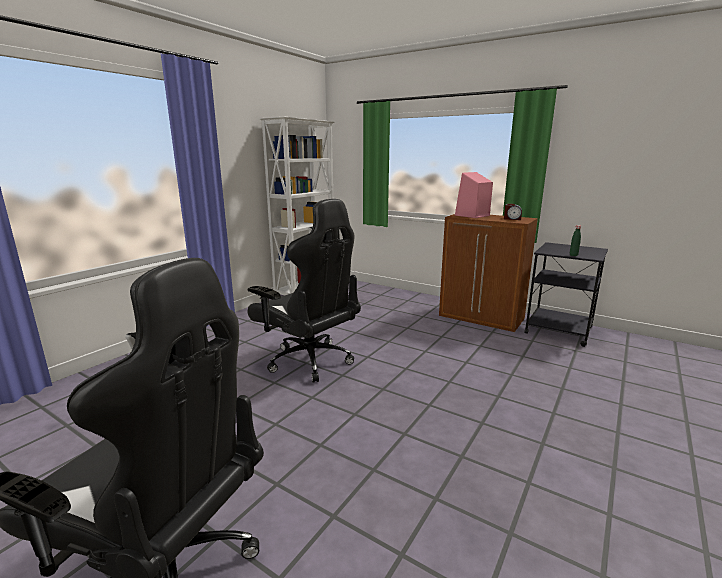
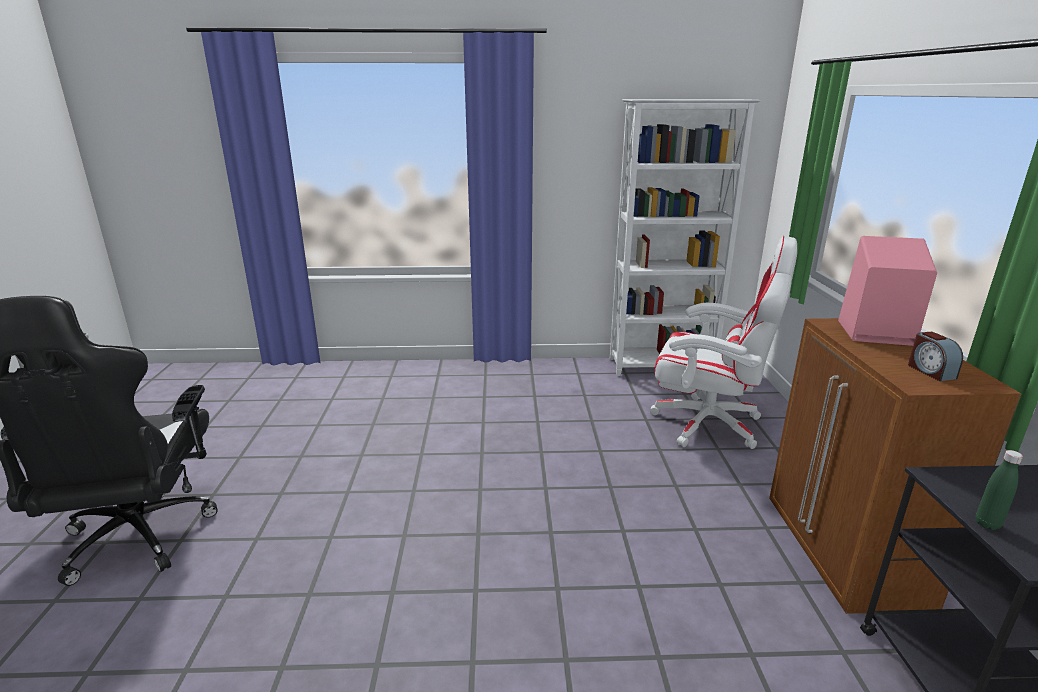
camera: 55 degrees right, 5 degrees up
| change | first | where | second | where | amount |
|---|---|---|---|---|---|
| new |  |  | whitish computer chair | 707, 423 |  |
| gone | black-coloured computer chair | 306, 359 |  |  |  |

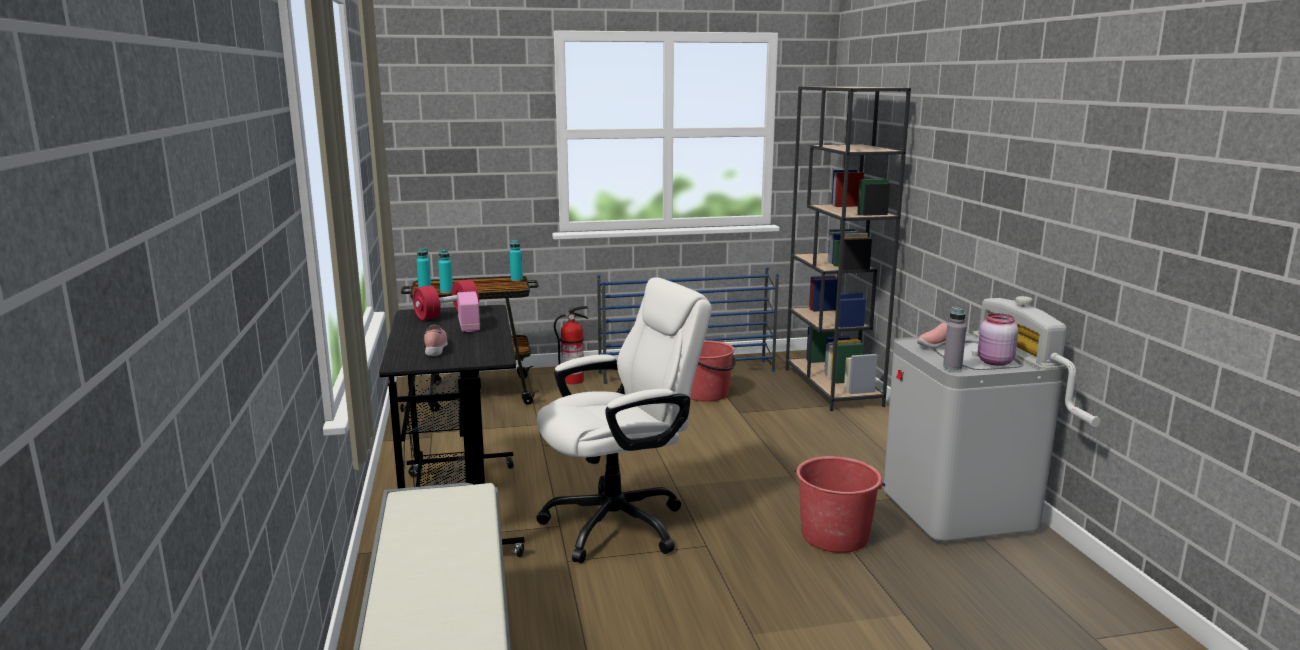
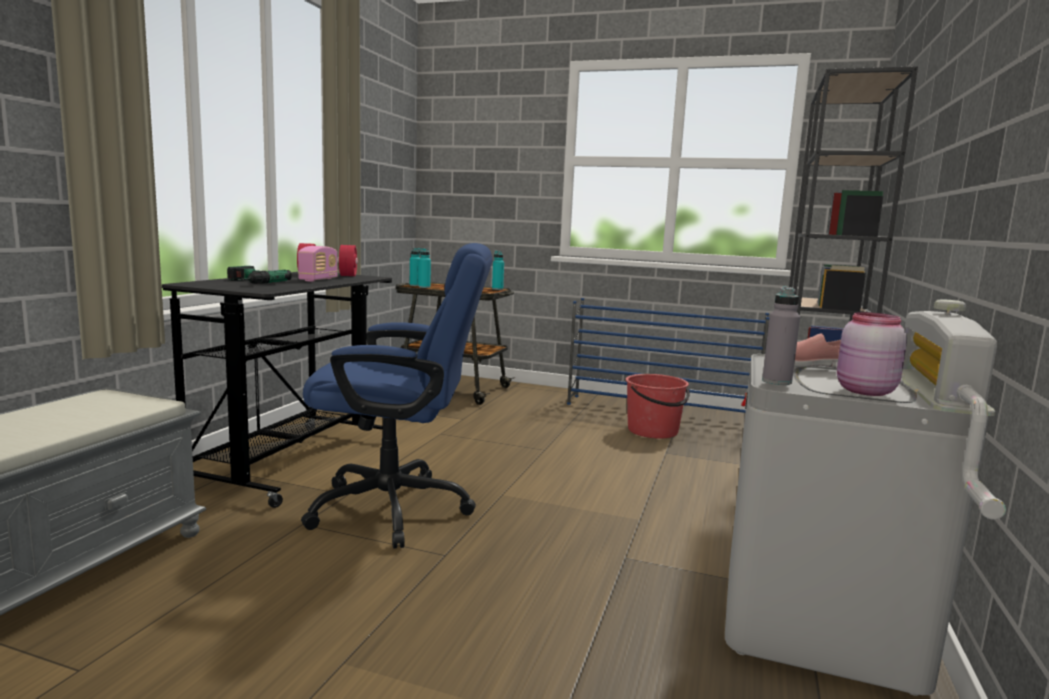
camera: 30 degrees right, 5 degrees down
| change | first | where | second | where | amount |
|---|---|---|---|---|---|
| swapped | pinkish shoe | 436, 348 | power drill | 247, 282 |  |
| repainted | whitish computer chair | 621, 524 | blue computer chair | 399, 510 |  |
| gone | fire-fighting cylinder | 574, 380 |  |  |  |
| gone | reddish pail | 834, 535 |  |  |  |

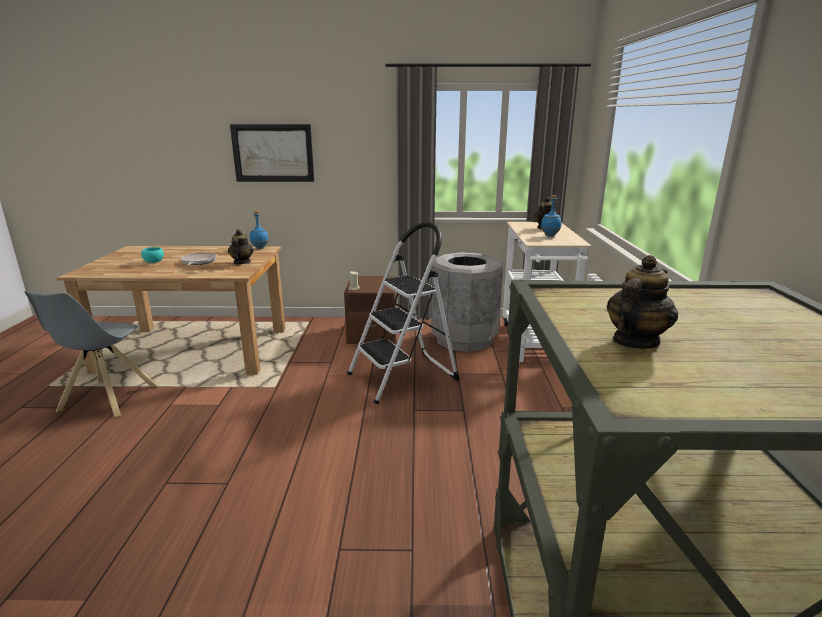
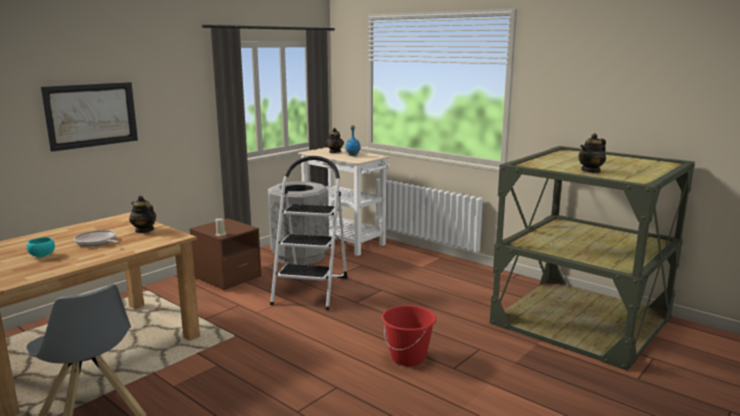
camera: 50 degrees left, 5 degrees down
| change | first | where | second | where | amount |
|---|---|---|---|---|---|
| new |  |  | reddish pail | 408, 357 |  |
| rotated | pot for tea | 634, 341 |  | 591, 170 | 120 degrees counterclockwise |
| gone | blue beverage bottle | 260, 248 |  |  |  |

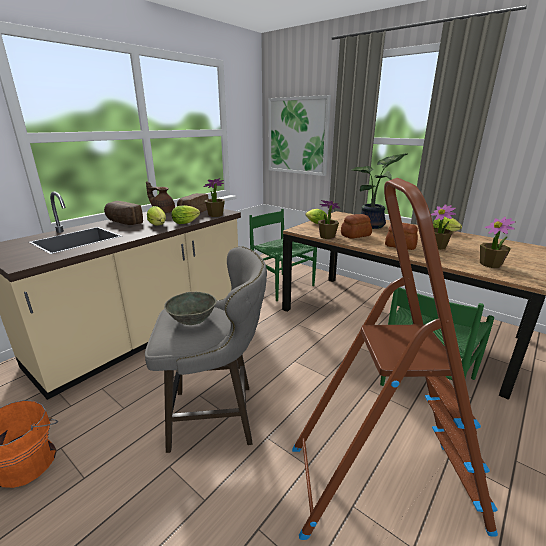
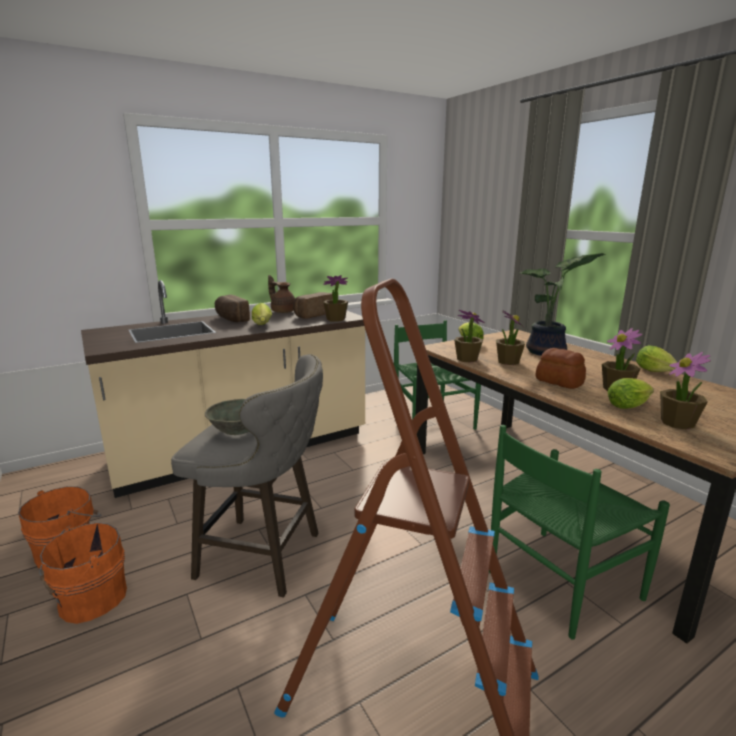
camera: 20 degrees right, 5 degrees down
| change | first | where | second | where | amount |
|---|---|---|---|---|---|
| new |  |  | orangey pail | 89, 599 |  |
| swapped | bakery bread | 355, 235 | plant in a pot | 508, 361 |  |
| shifted | head of lettuce | 187, 222 |  | 629, 406 |  |
| gone | picture | 298, 136 |  |  |  |

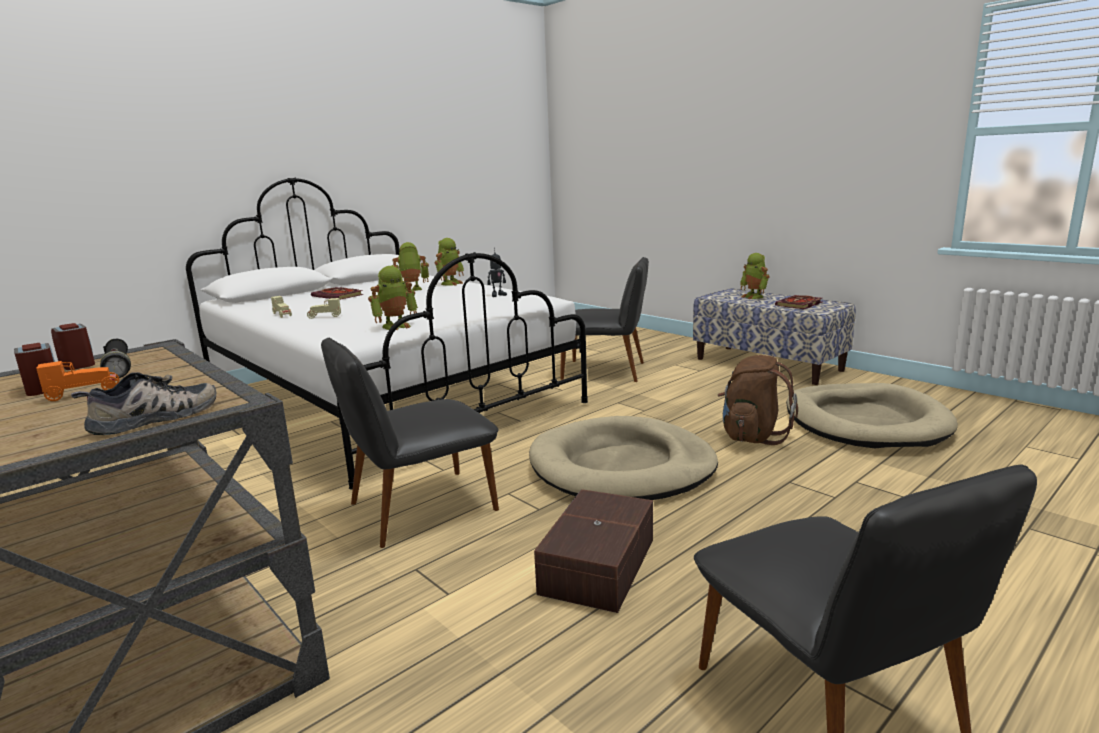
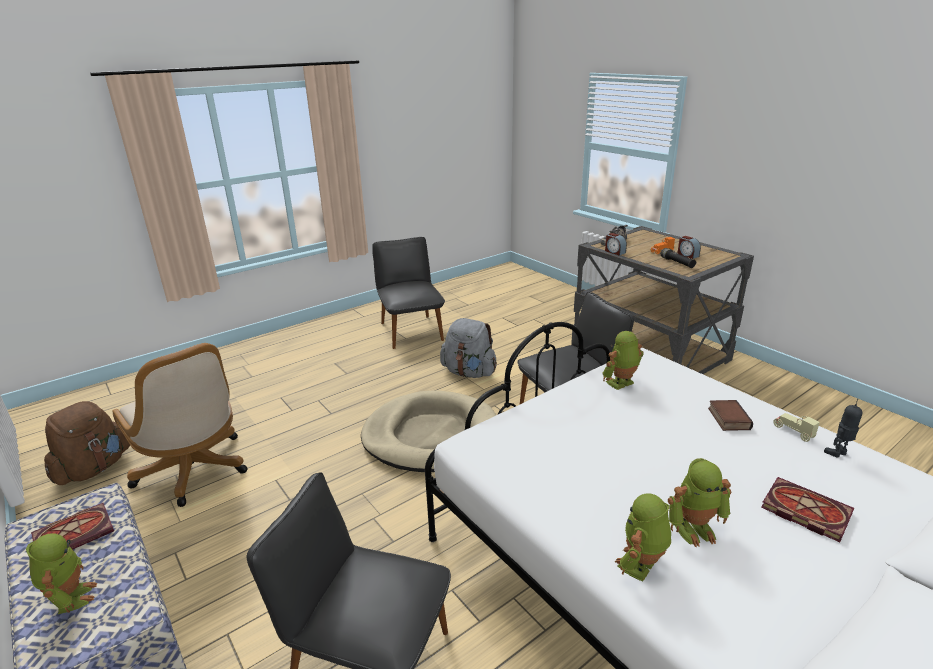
camera: 175 degrees left, 10 degrees up
| change | first | where | second | where | amount |
|---|---|---|---|---|---|
| shifted | brown-coloured rucksack | 752, 436 |  | 94, 468 |  |
| swapped | beige-coloured dog bed | 864, 422 | computer chair | 196, 472 |  |
| swapped | brown-coloured storage container | 595, 566 | greyish rucksack | 469, 372 |  |
| shifted | alarm clock | 77, 363 |  | 614, 252 |  |
| swapped | beige-coloured model car | 324, 316 | bound book | 727, 418 |  |
| shifted | model robot | 497, 295 |  | 838, 453 |  |

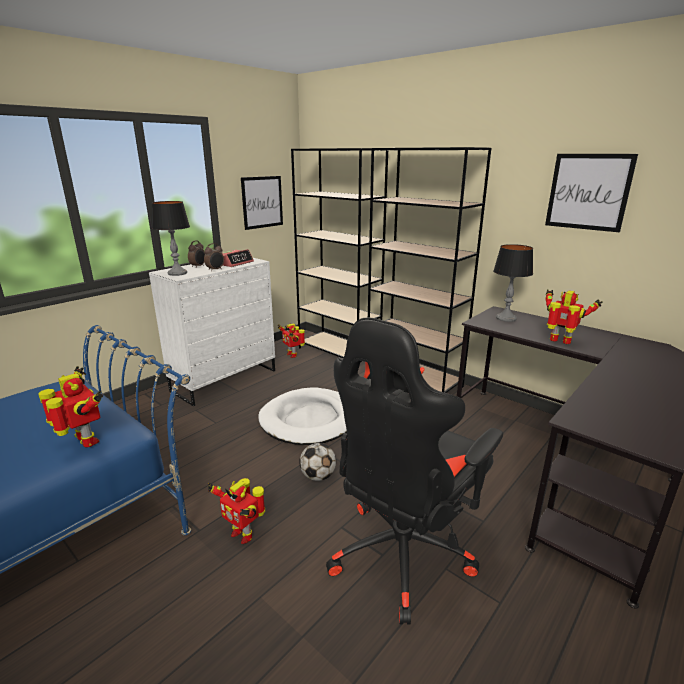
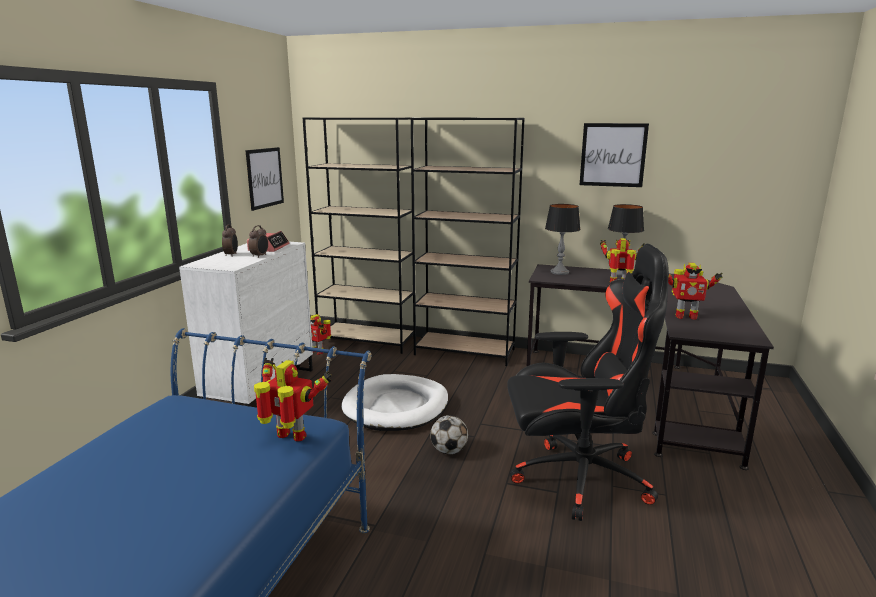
camera: 25 degrees left, 5 degrees down
| change | first | where | second | where | amount |
|---|---|---|---|---|---|
| rotated | black-coloured computer chair | 408, 546 |  | 571, 480 | 105 degrees counterclockwise |
| shifted | tabletop lamp | 177, 273 |  | 621, 273 |  |
| shifted | model robot | 243, 534 |  | 685, 316 |  |

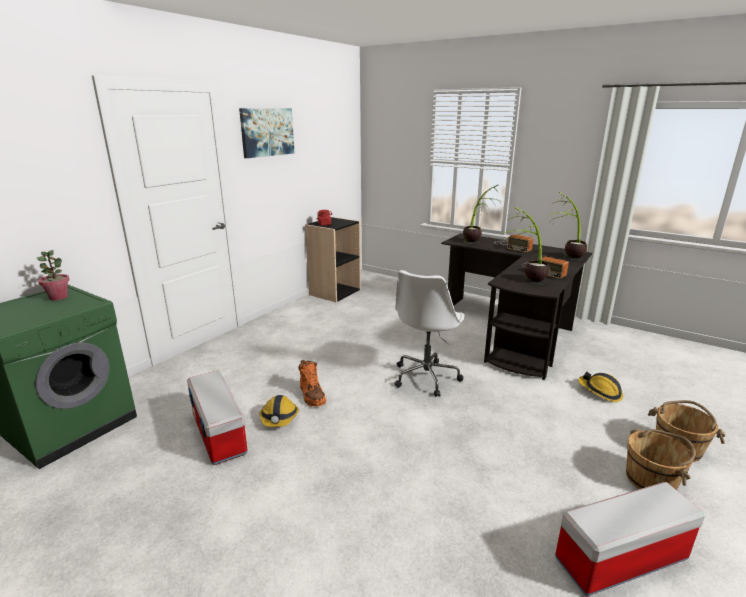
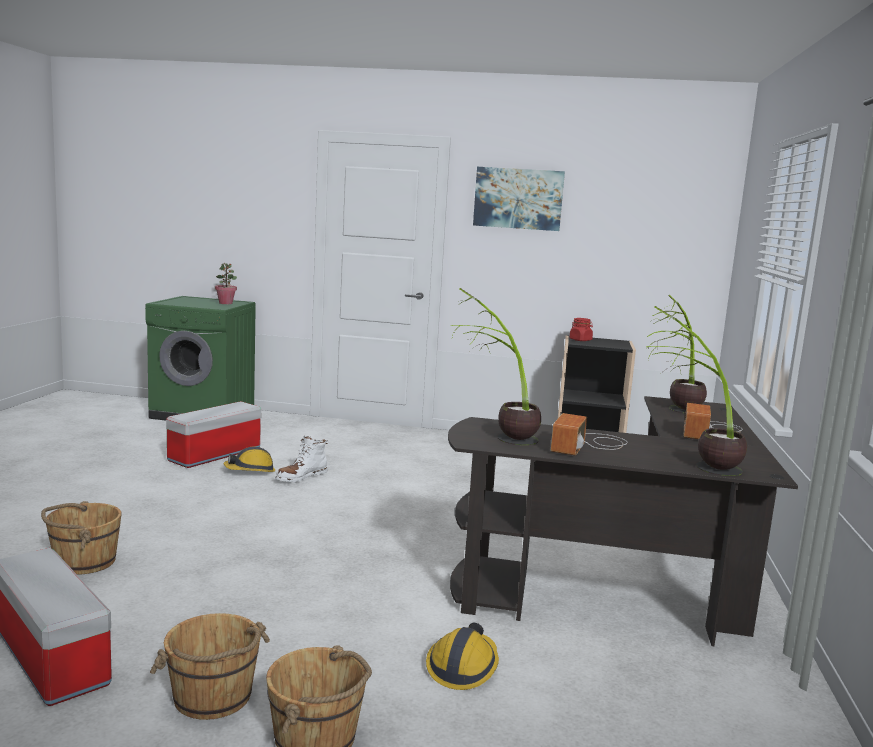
camera: 65 degrees right, 10 degrees down
| change | first | where | second | where | amount |
|---|---|---|---|---|---|
| new |  |  | brown-coloured pail | 84, 562 |  |
| repainted | orangey tall boot | 312, 395 | whitish tall boot | 301, 477 |  |
| gone | whitish computer chair | 425, 378 |  |  |  |

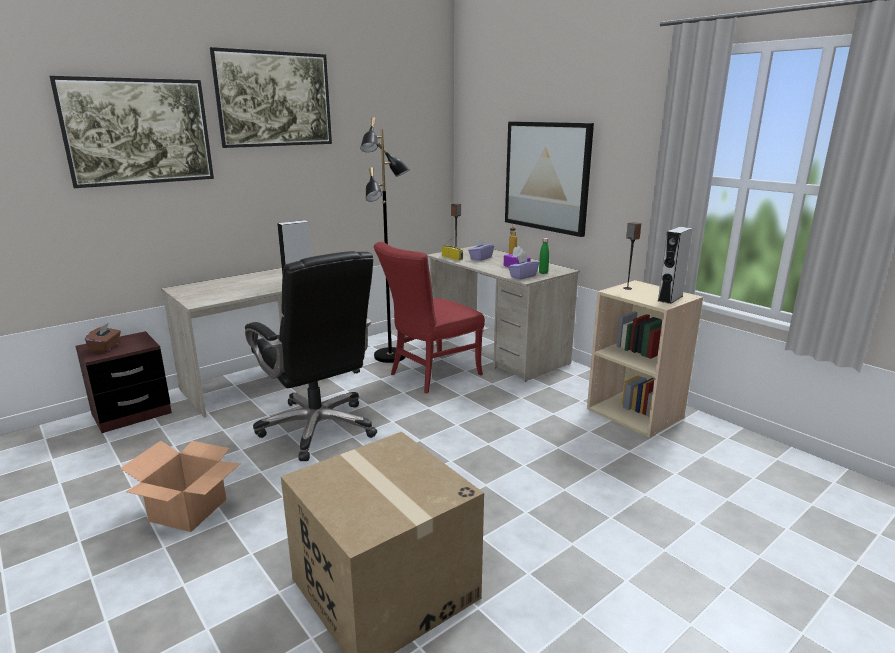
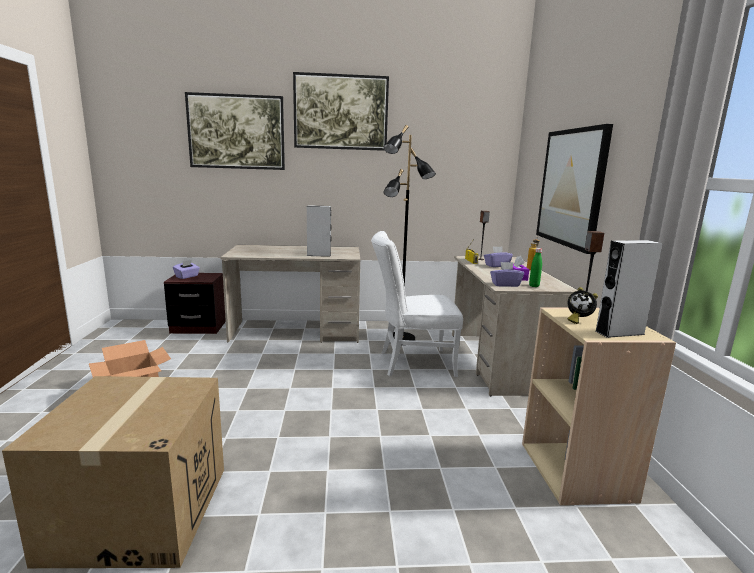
camera: 35 degrees right, 5 degrees down
| change | first | where | second | where | amount |
|---|---|---|---|---|---|
| repainted | brown-coloured box of tissues | 106, 348 | purple-coloured box of tissues | 187, 276 |  |
| repainted | reddish chair | 430, 375 | whitish chair | 411, 363 |  |
| new |  |  | alarm clock | 578, 320 |  |
| gone | black-coloured computer chair | 318, 428 |  |  |  |

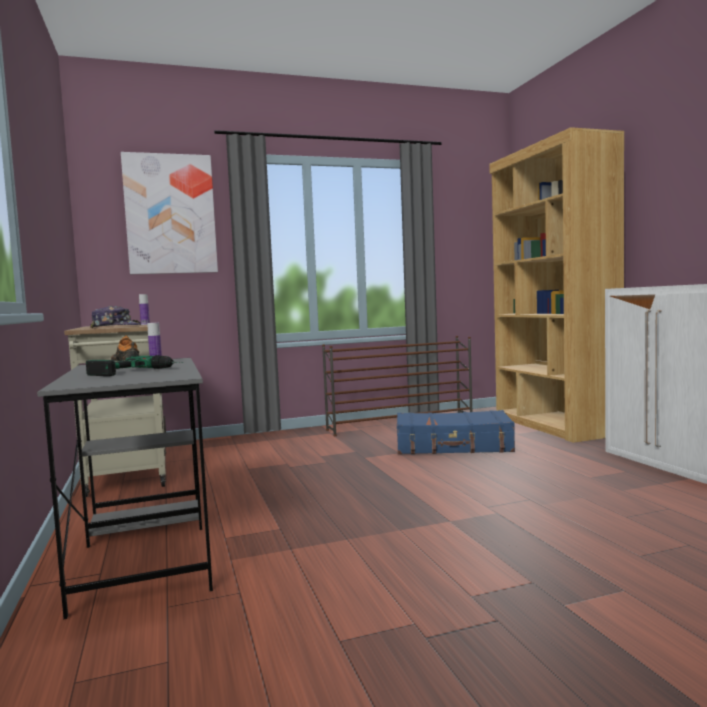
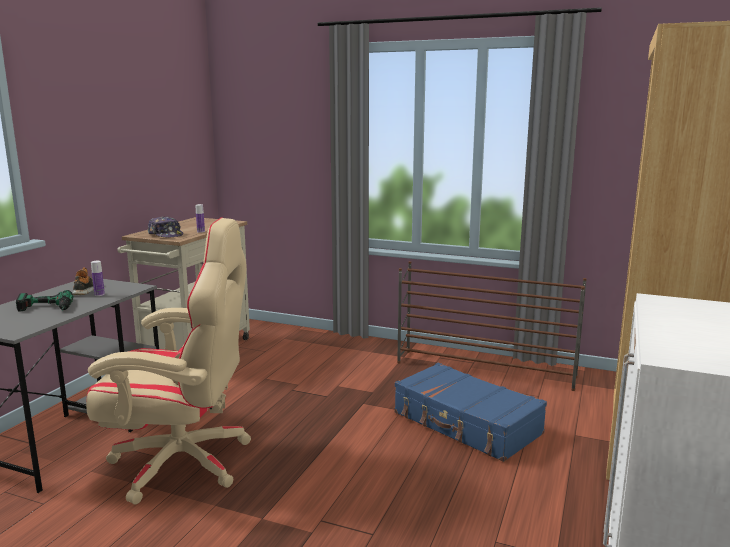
camera: 40 degrees right, 10 degrees up
| change | first | where | second | where | amount |
|---|---|---|---|---|---|
| new |  |  | beige-coloured computer chair | 180, 463 |  |
| gone | picture | 170, 214 |  |  |  |

